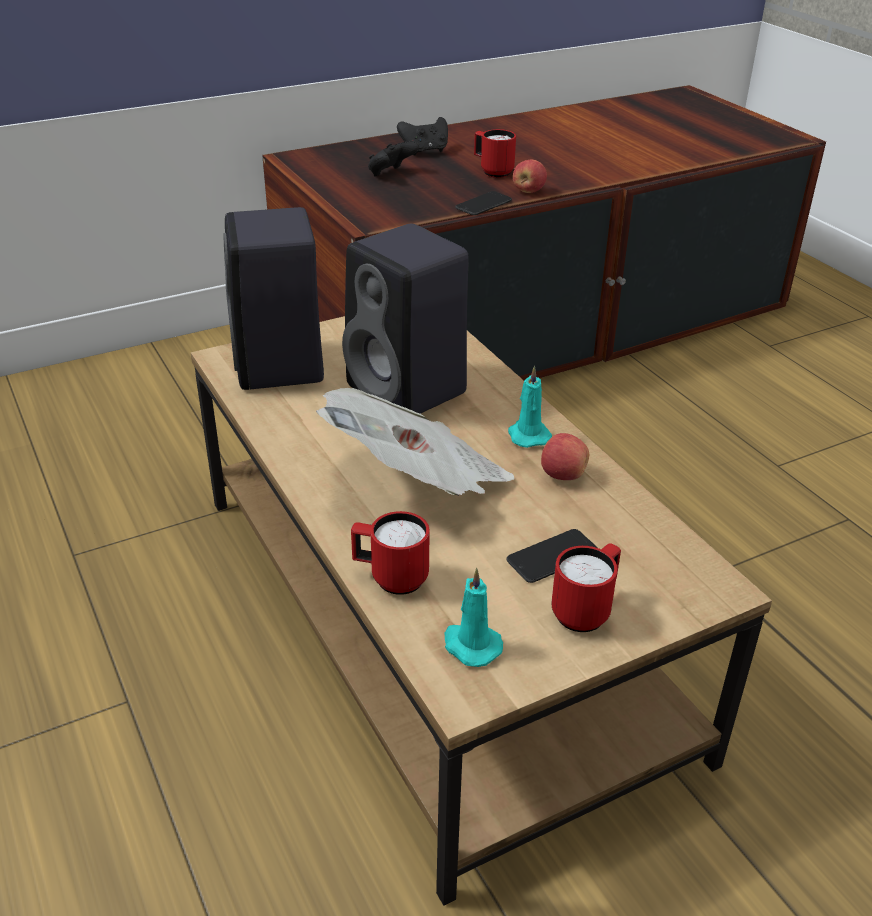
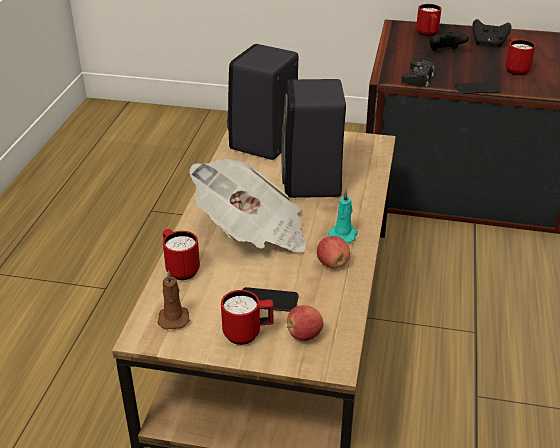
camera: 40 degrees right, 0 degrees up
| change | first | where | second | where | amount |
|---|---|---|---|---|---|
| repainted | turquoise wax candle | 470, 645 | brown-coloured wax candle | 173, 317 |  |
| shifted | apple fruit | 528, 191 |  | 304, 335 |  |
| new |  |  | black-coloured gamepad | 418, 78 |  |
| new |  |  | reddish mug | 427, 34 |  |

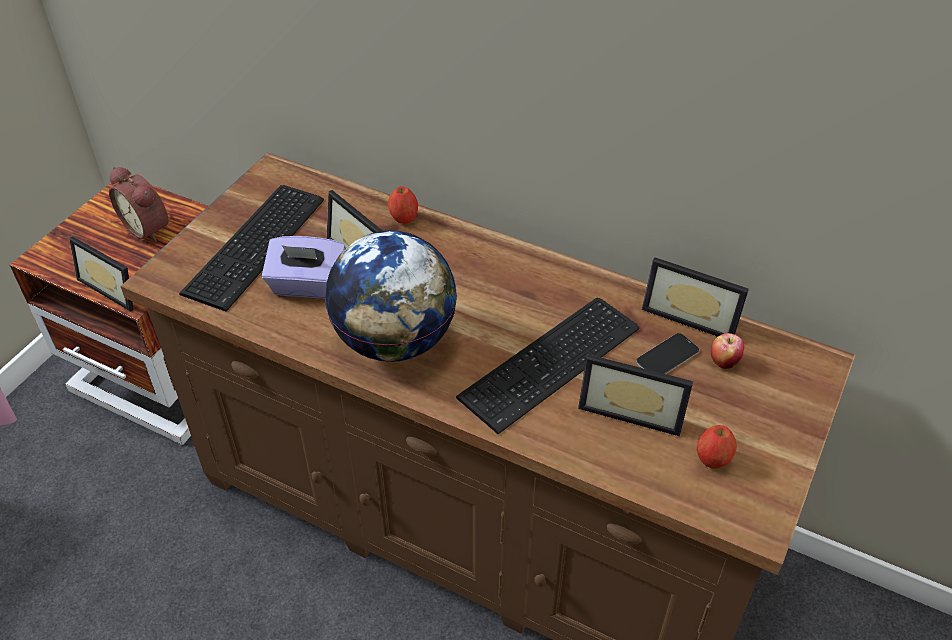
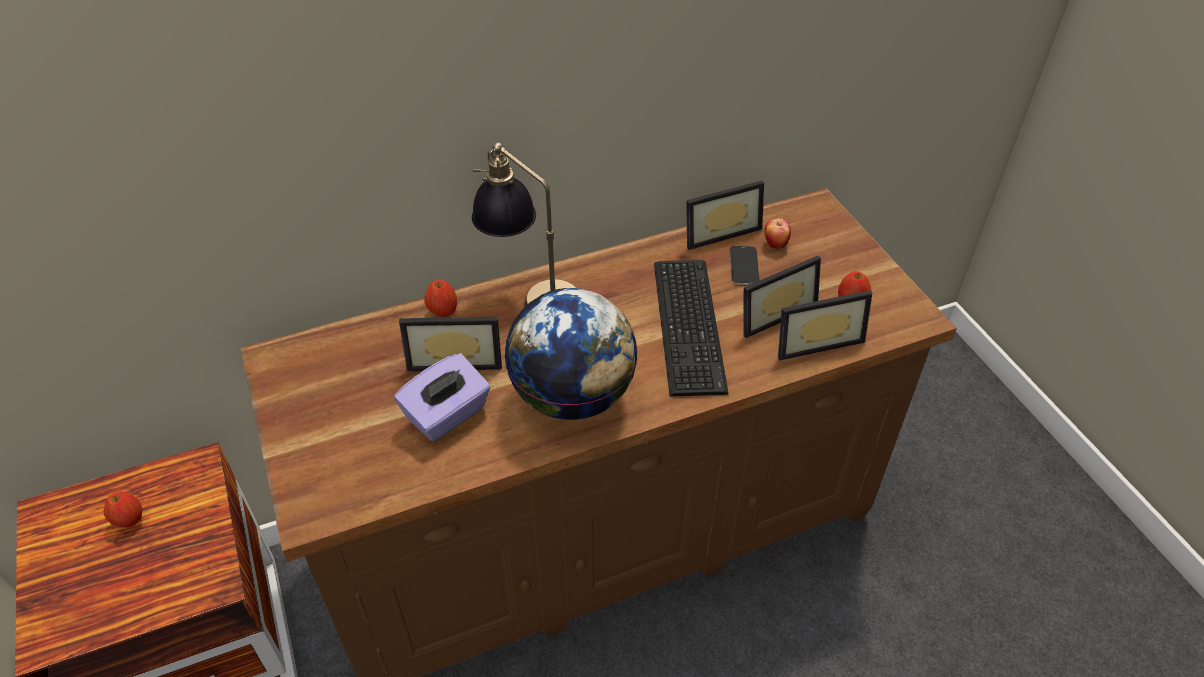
camera: 50 degrees left, 0 degrees up
| change | first | where | second | where | amount |
|---|---|---|---|---|---|
| swapped | alarm clock | 149, 227 | apple fruit | 129, 520 |  |
| new |  |  | tabletop lamp | 531, 294 |  |
| shifted | photo frame | 114, 287 |  | 815, 339 |  |
| gone | keyboard | 259, 245 |  |  |  |

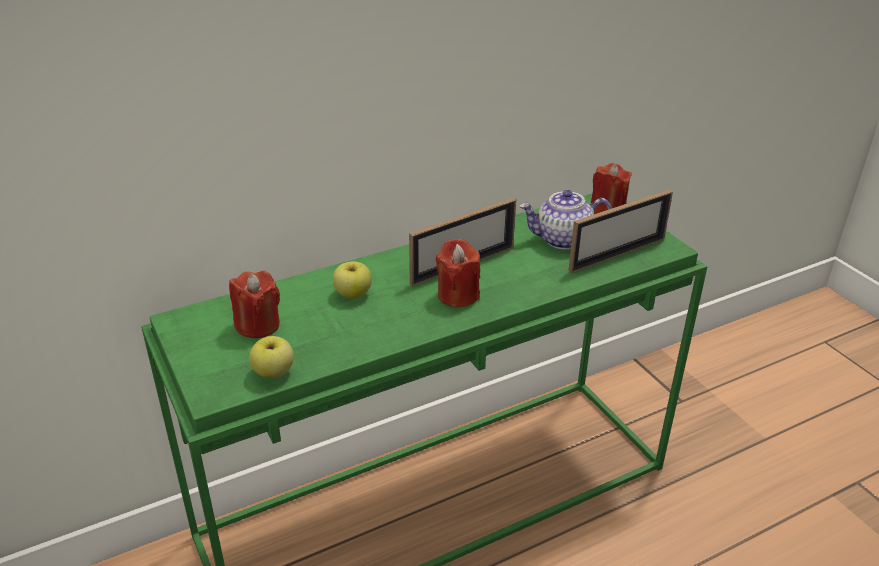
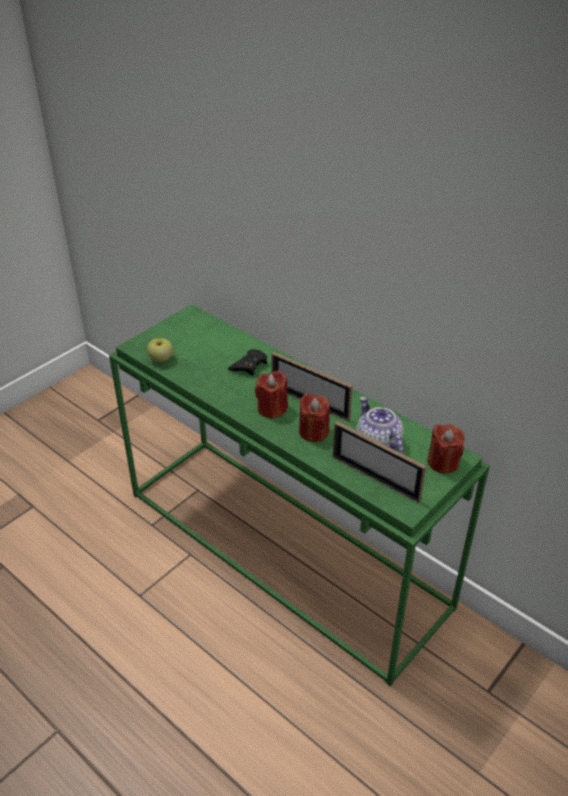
camera: 70 degrees right, 5 degrees up
| change | first | where | second | where | amount |
|---|---|---|---|---|---|
| swapped | apple fruit | 353, 294 | black-coloured gamepad | 249, 365 |  |
| shifted | reddish wax candle | 258, 325 |  | 314, 432 |  |

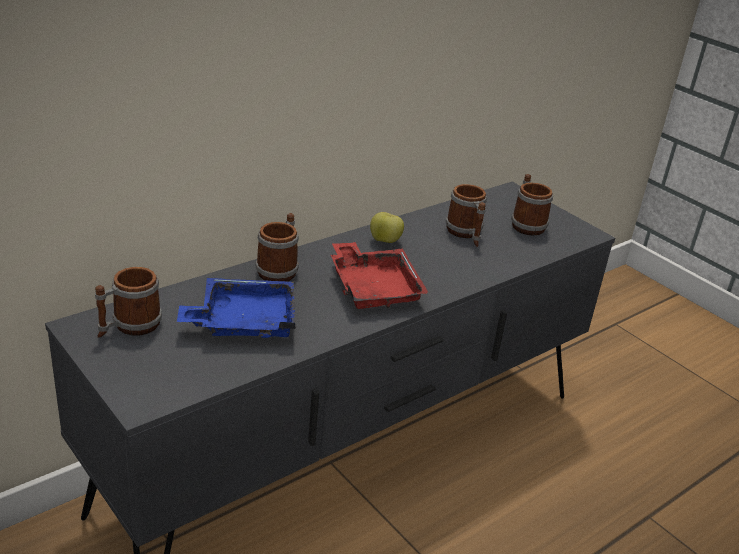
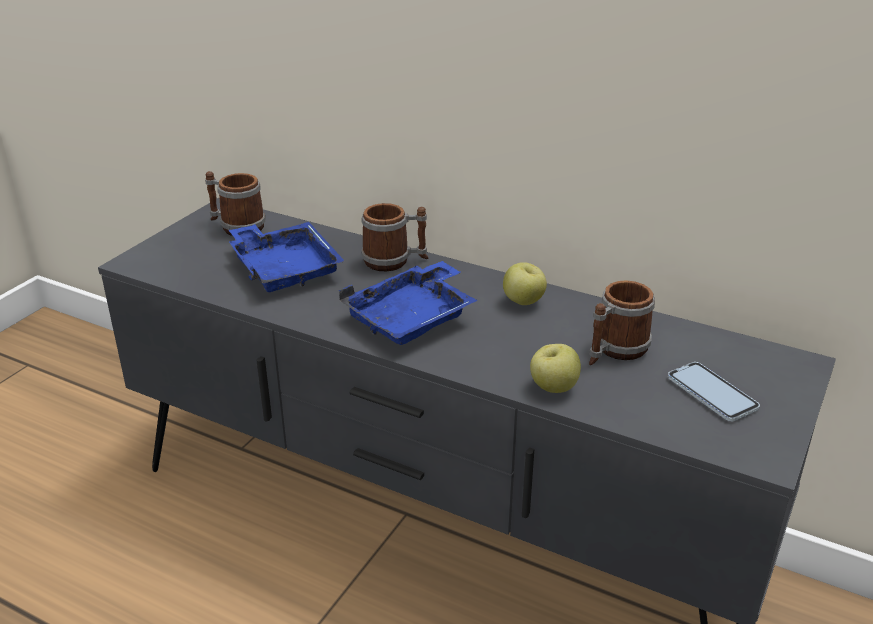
camera: 70 degrees right, 0 degrees up
| change | first | where | second | where | amount |
|---|---|---|---|---|---|
| repainted | reddish carrying tray | 374, 288 | blue carrying tray | 412, 318 |  |
| new |  |  | apple fruit | 553, 388 |  |
| swapped | mug | 526, 224 | phone | 712, 393 |  |

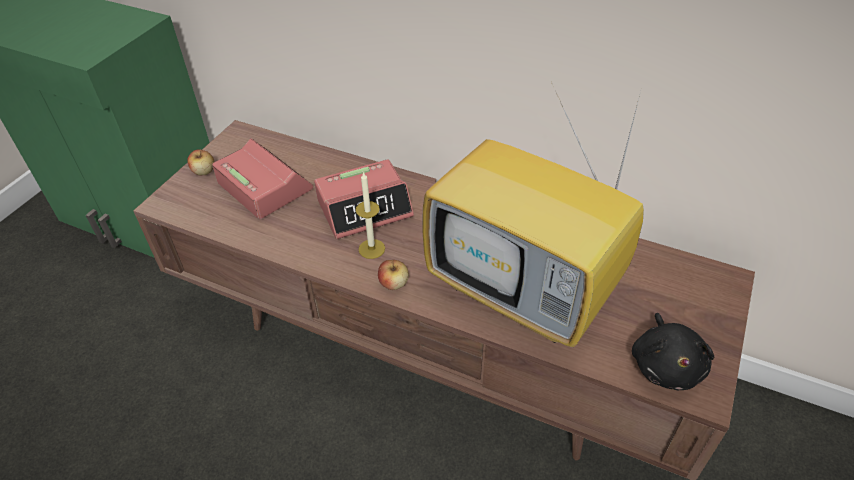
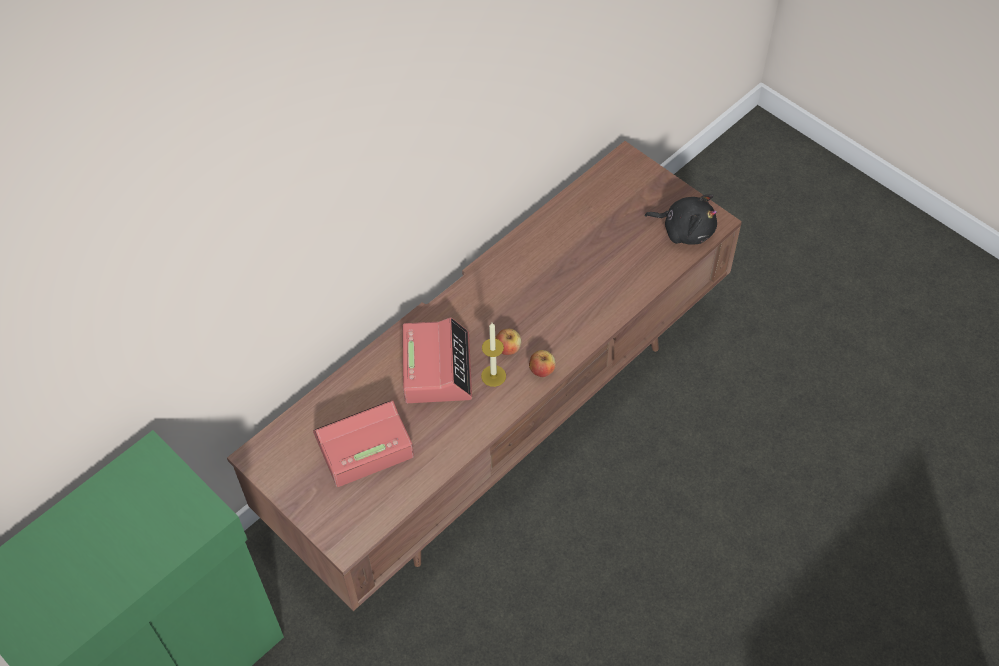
camera: 70 degrees left, 10 degrees up
| change | first | where | second | where | amount |
|---|---|---|---|---|---|
| shifted | apple fruit | 204, 171 |  | 508, 348 |  |
| gone | TV set | 526, 292 |  |  |  |

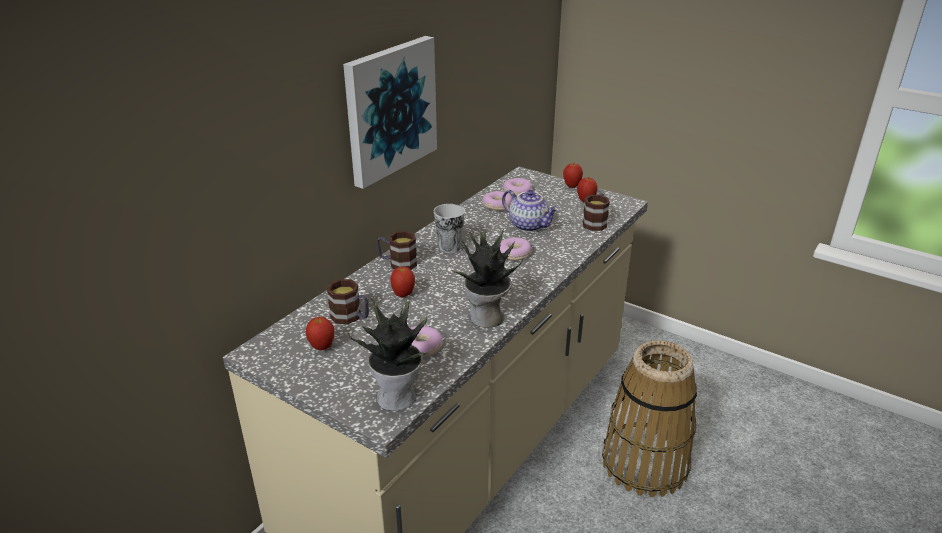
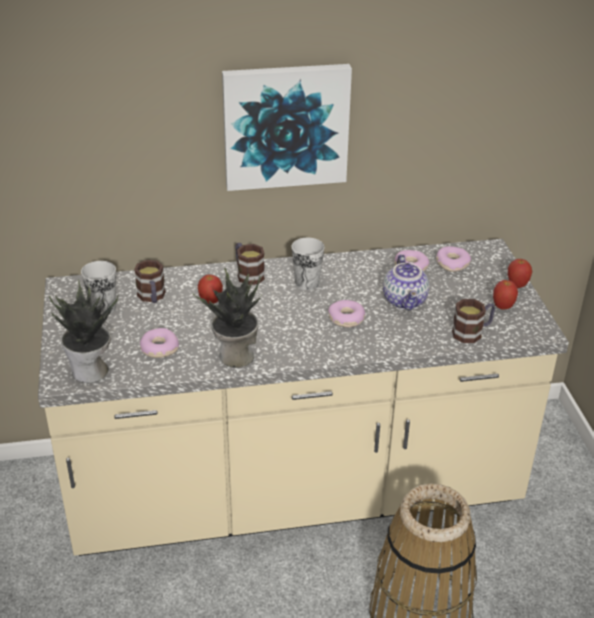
camera: 45 degrees right, 5 degrees up
| change | first | where | second | where | amount |
|---|---|---|---|---|---|
| swapped | apple fruit | 322, 347 | drinking cup | 103, 308 |  |

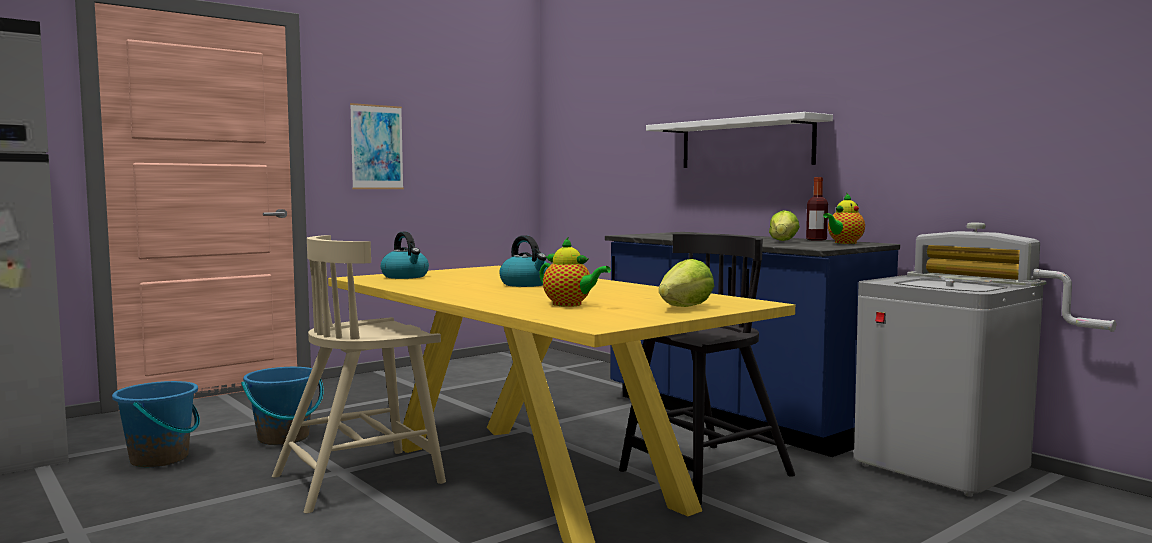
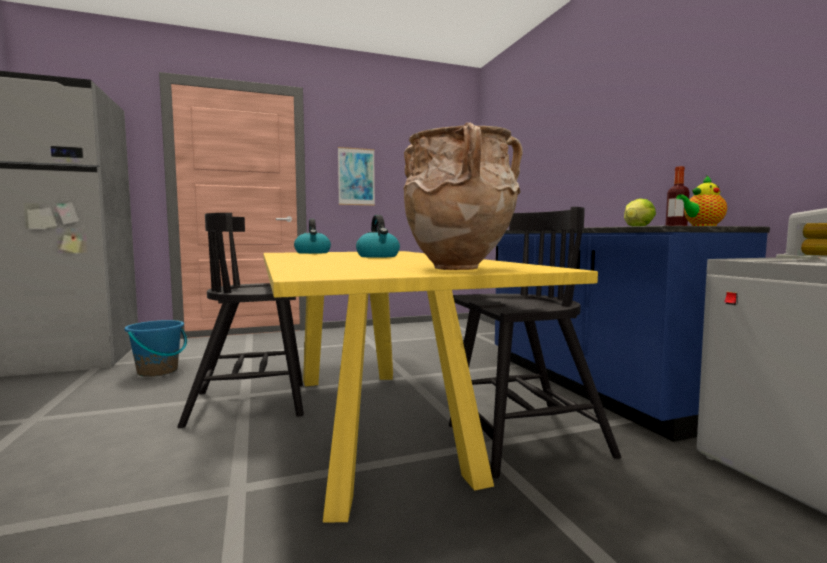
camera: 20 degrees right, 0 degrees up
| change | first | where | second | where | amount |
|---|---|---|---|---|---|
| repainted | beige-coloured chair | 362, 478 | black-coloured chair | 251, 403 |  |
| swapped | head of lettuce | 685, 307 | beige-coloured decorative vase | 460, 269 |  |
| gone | blue pail | 284, 438 |  |  |  |
| gone | pot for tea | 570, 305 |  |  |  |
| gone | whitish wall shelf | 745, 143 |  |  |  |

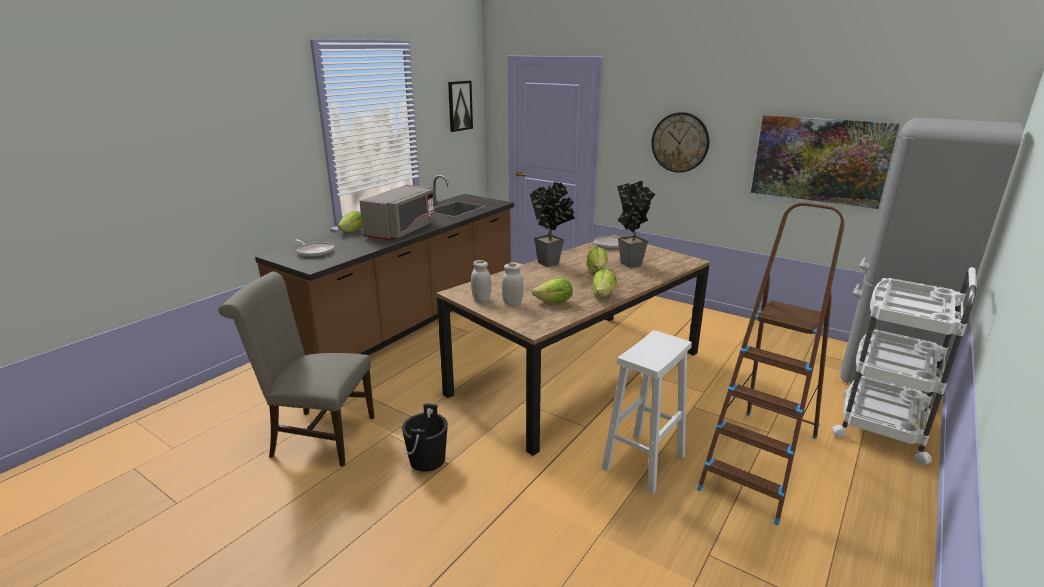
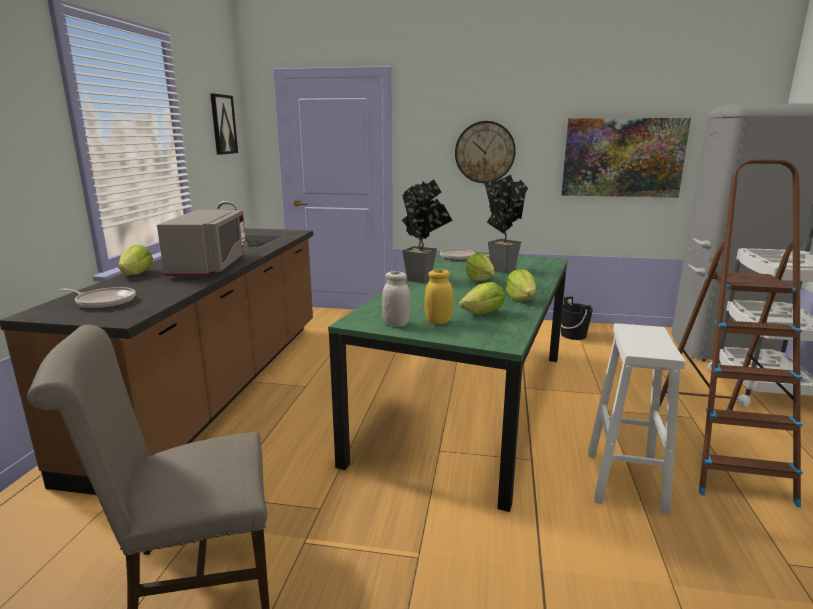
camera: 25 degrees left, 5 degrees down
| change | first | where | second | where | amount |
|---|---|---|---|---|---|
| repainted | brown-coloured dinner table | 578, 373 | green-coloured dinner table | 468, 403 |  |
| repainted | whitish jar | 512, 303 | yellow jar | 438, 322 |  |
| shifted | black-coloured pail | 427, 460 |  | 573, 335 |  |

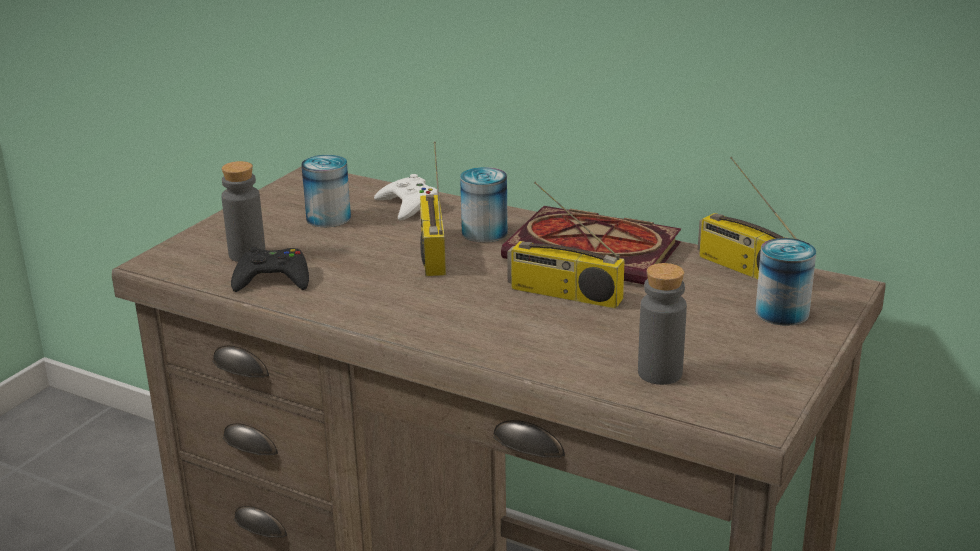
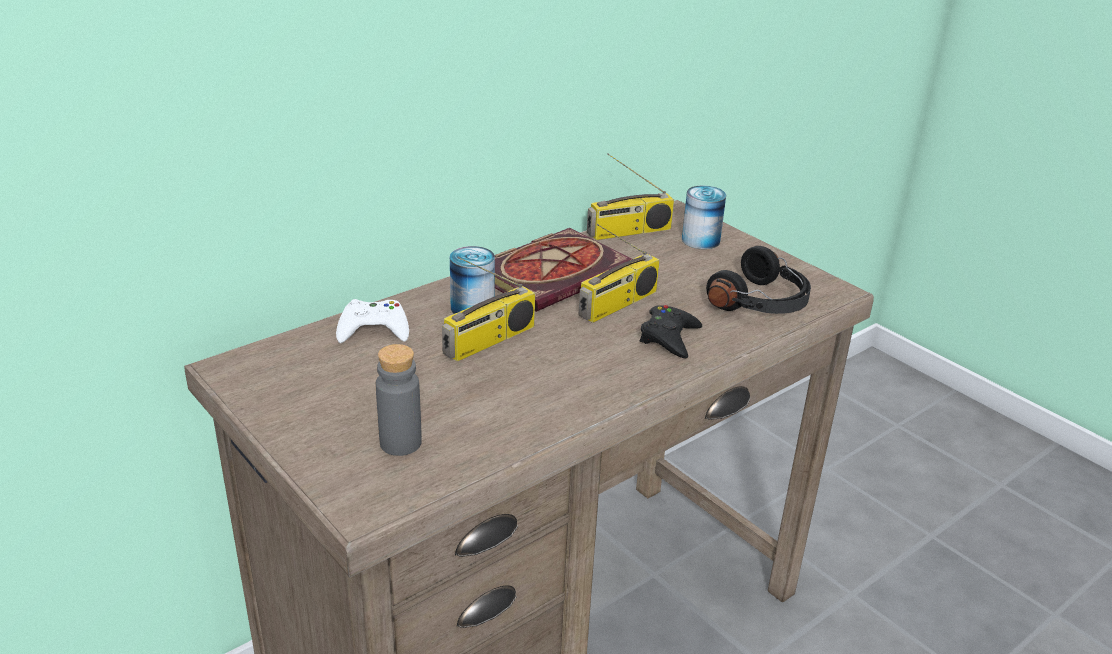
camera: 70 degrees left, 5 degrees up
| change | first | where | second | where | amount |
|---|---|---|---|---|---|
| rotated | radio | 431, 252 |  | 489, 341 | 60 degrees counterclockwise |
| shifted | black-coloured gamepad | 273, 279 |  | 669, 337 |  |
| swapped | greyish beverage bottle | 660, 373 | black-coloured headset | 761, 303 |  |
| gone | metal can | 328, 218 |  |  |  |

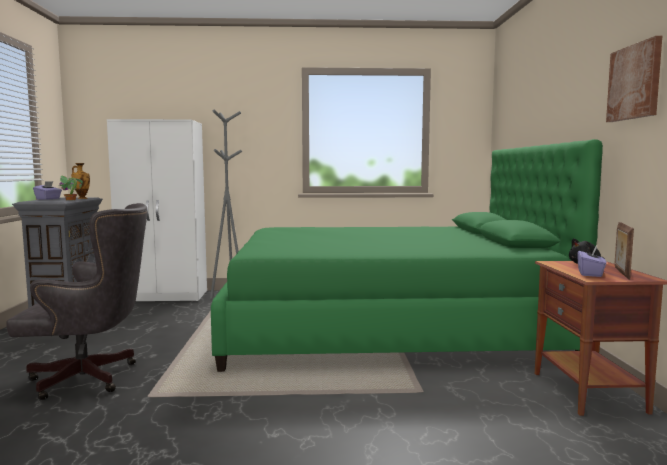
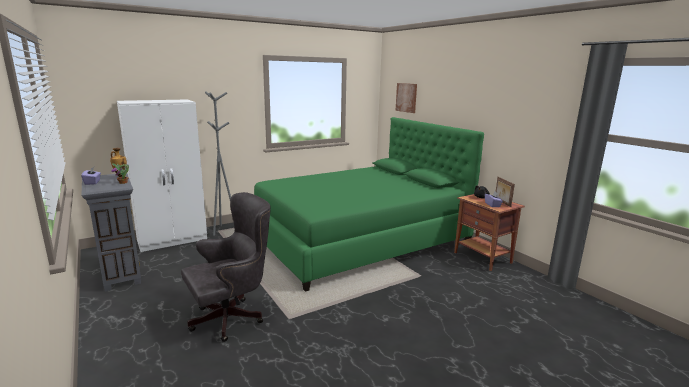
camera: 30 degrees left, 10 degrees up
| change | first | where | second | where | amount |
|---|---|---|---|---|---|
| shifted | picture | 635, 82 |  | 406, 97 |  |

